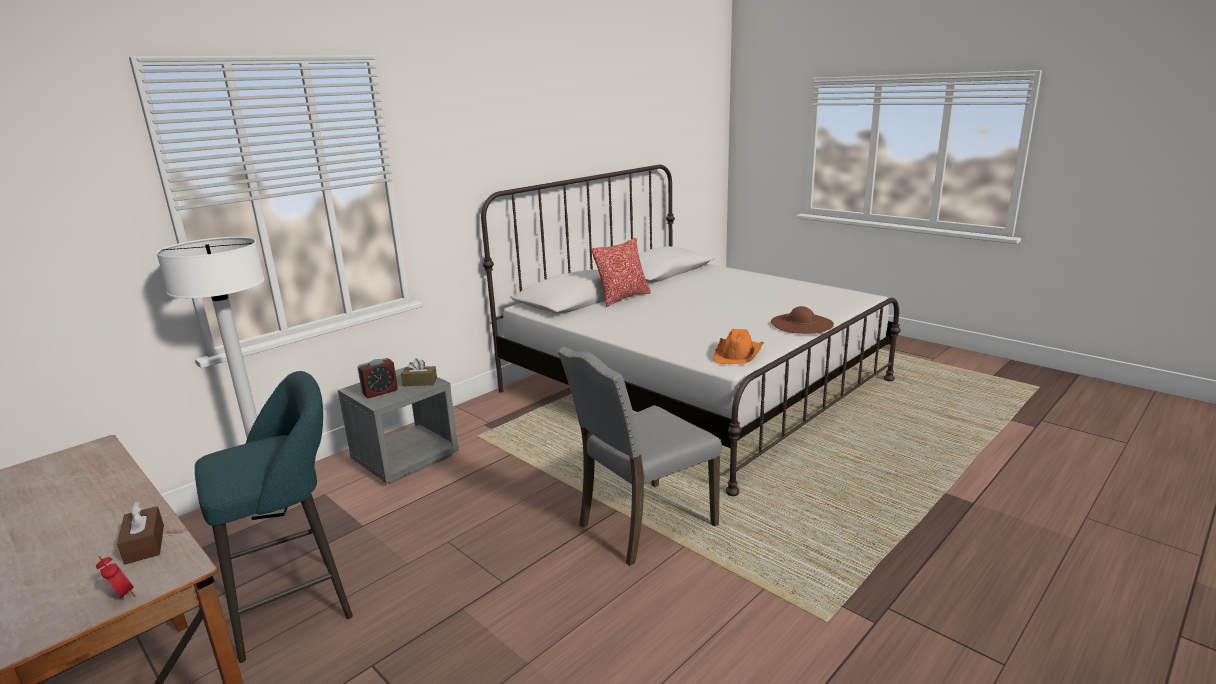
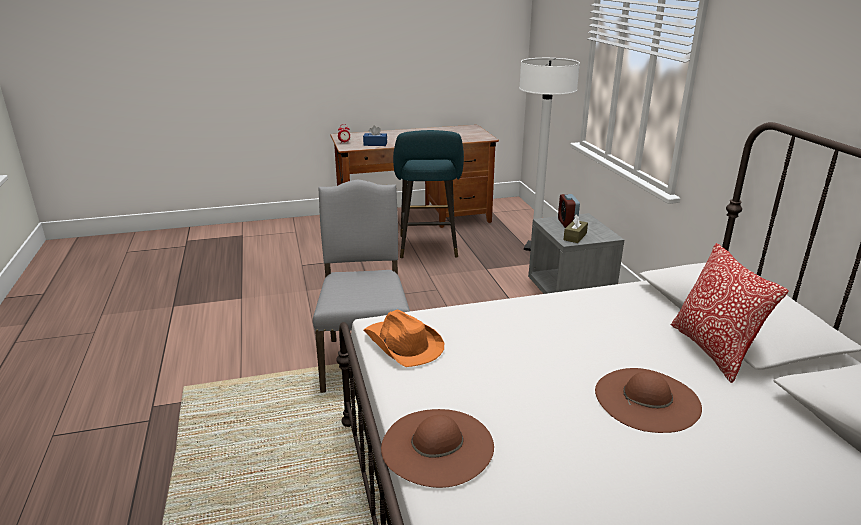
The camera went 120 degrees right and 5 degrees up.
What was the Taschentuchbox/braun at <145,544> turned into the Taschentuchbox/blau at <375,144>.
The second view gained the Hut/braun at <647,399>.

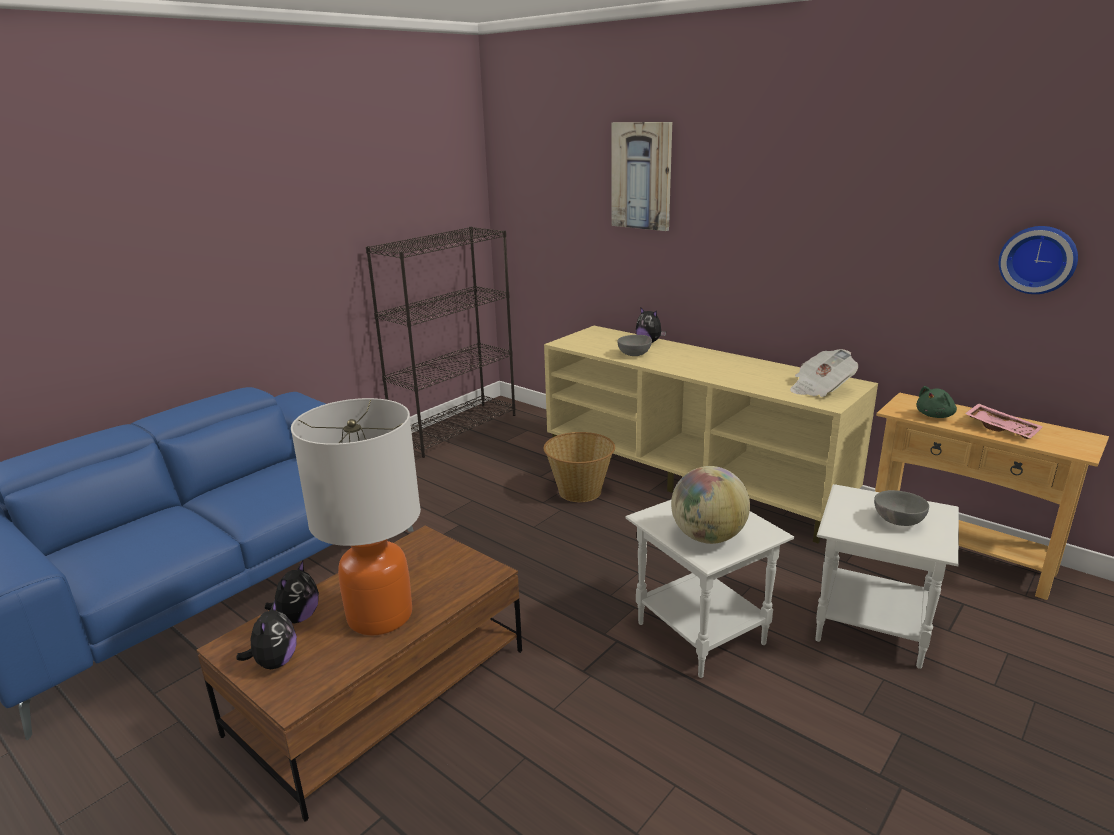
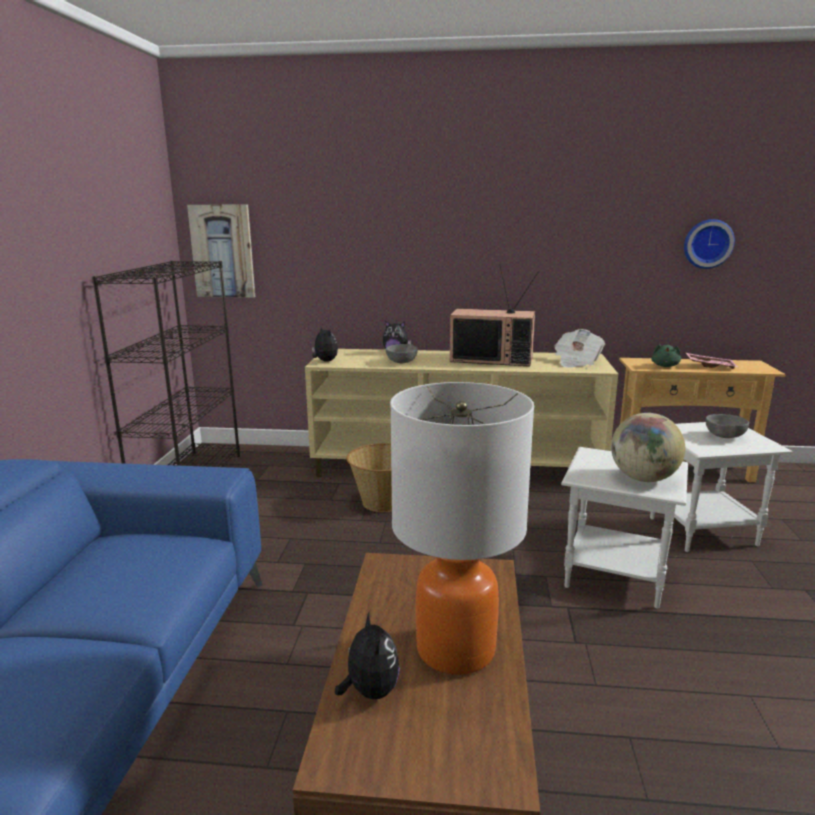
The camera went 35 degrees left and 5 degrees down.
The Bild ended up elsewhere, having gone from <642,176> to <223,251>.
The Plüschtier ended up elsewhere, having gone from <275,662> to <325,361>.
The second view gained the Fernseher at <493,359>.

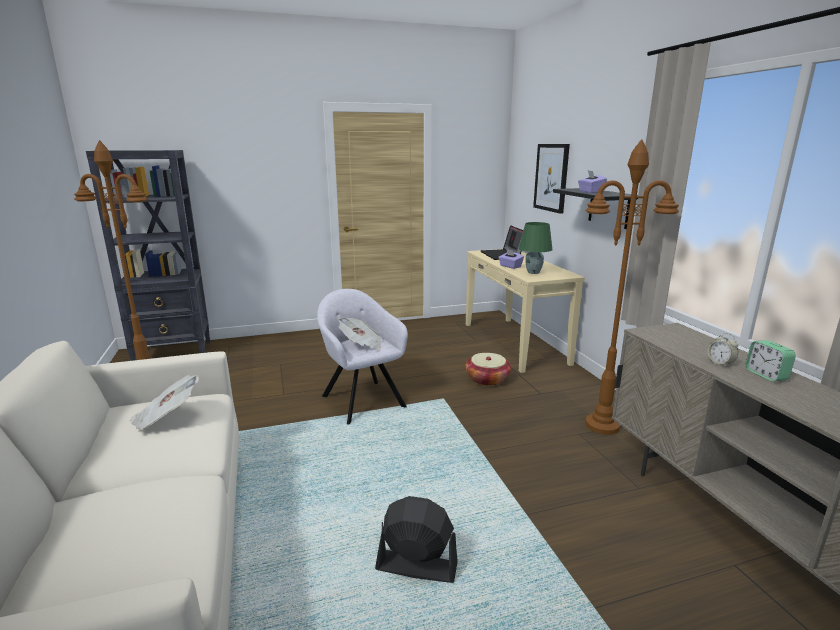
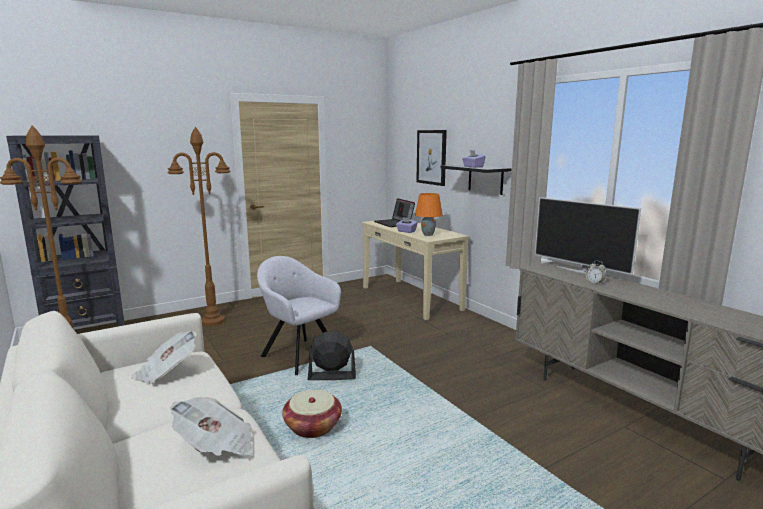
The camera went 15 degrees left and 5 degrees down.
The Stehlampe/braun ended up elsewhere, having gone from <602,425> to <213,321>.
What was the Tischlampe/grün at <533,272> turned into the Tischlampe/orange at <428,235>.
The Zeitung ended up elsewhere, having gone from <361,344> to <216,446>.
The second view lost the Wecker at <766,375>.
The Korb ended up elsewhere, having gone from <487,379> to <313,426>.
The Ventilator/schwarz ended up elsewhere, having gone from <416,566> to <331,376>.
The second view gained the Fernseher at <581,271>.

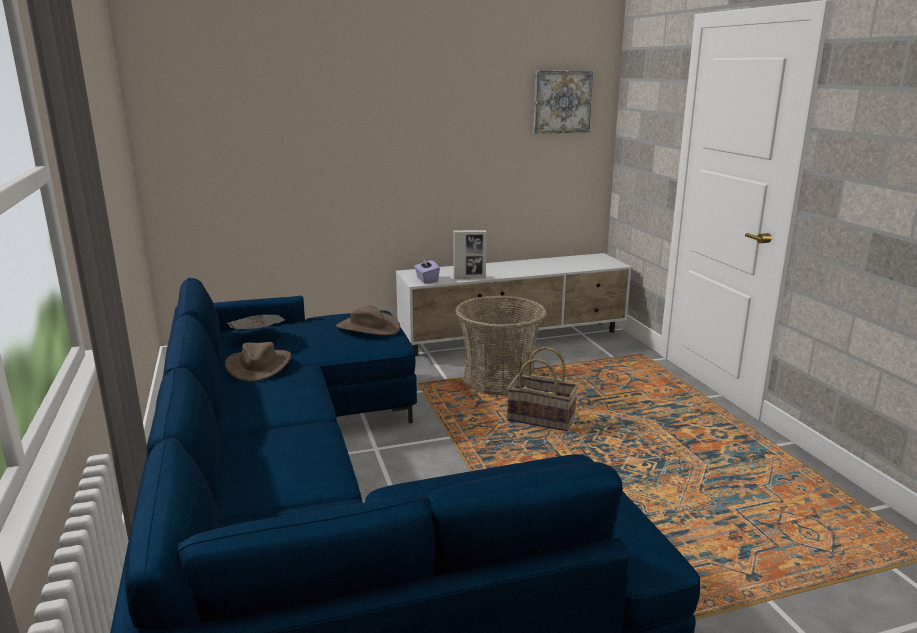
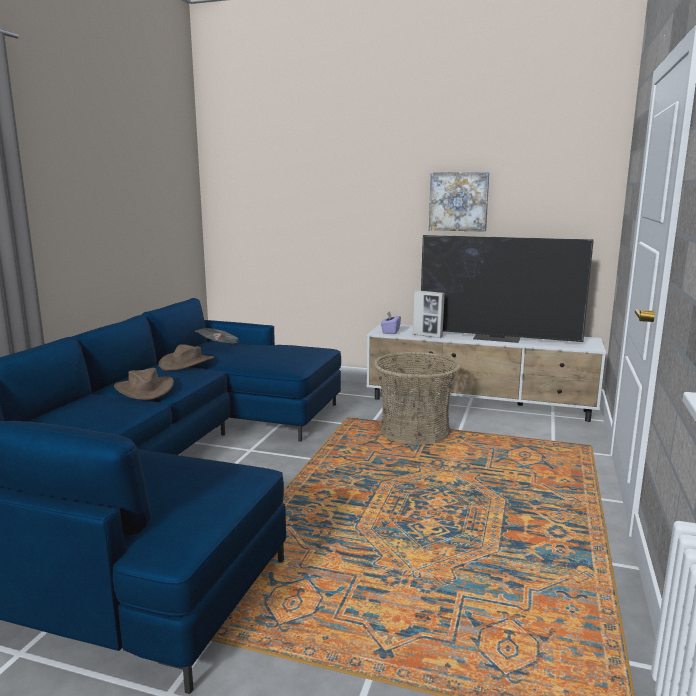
The camera went 35 degrees right and 5 degrees down.
The Bild ended up elsewhere, having gone from <561,102> to <458,201>.
The Hut/braun ended up elsewhere, having gone from <368,327> to <144,389>.
The second view lost the Korb at <541,419>.
The second view gained the Fernseher at <497,338>.

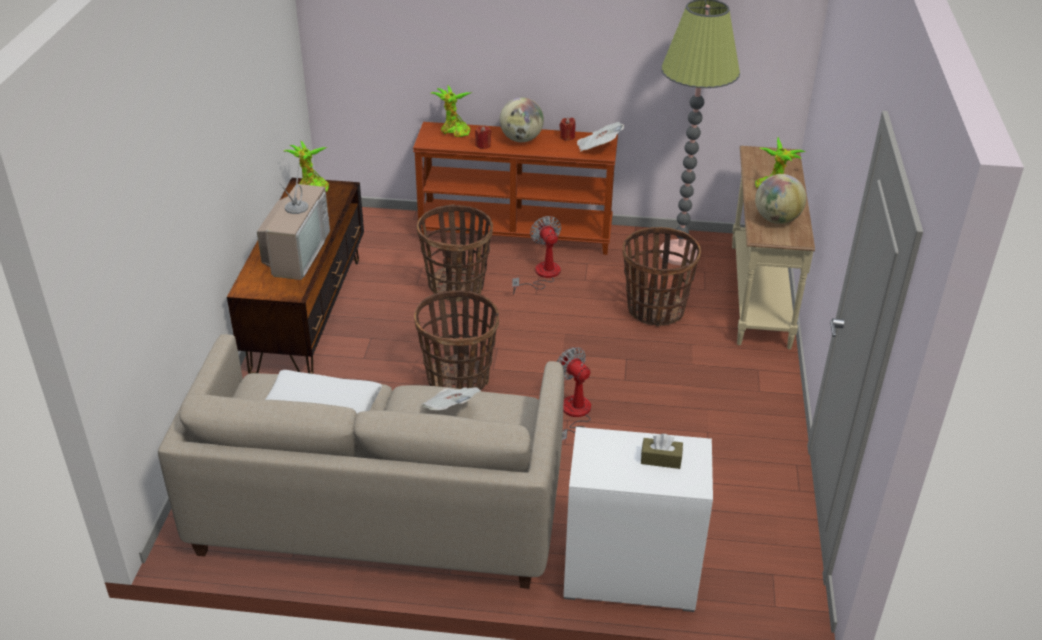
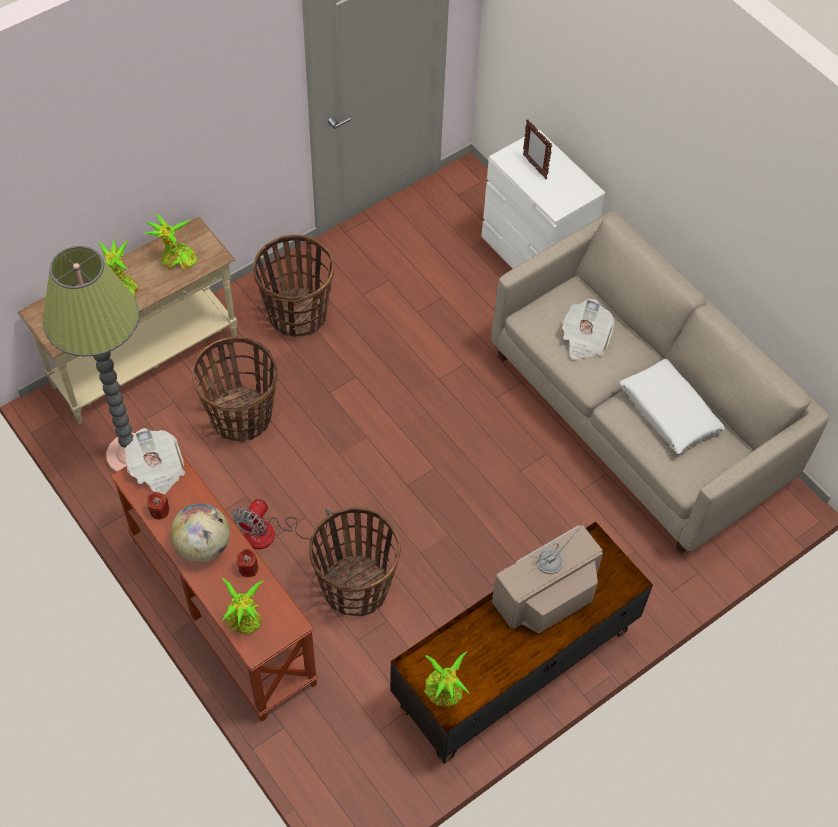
The camera went 135 degrees left and 20 degrees up.
Where the Globus stood at <776,219>, the Topfpflanze came to stand at <176,259>.
The Korb ended up elsewhere, having gone from <458,378> to <297,314>.
The second view lost the Ventilator at <573,414>.
Where the Taschentuchbox/braun stood at <661,459>, the Bilderrahmen came to stand at <534,167>.

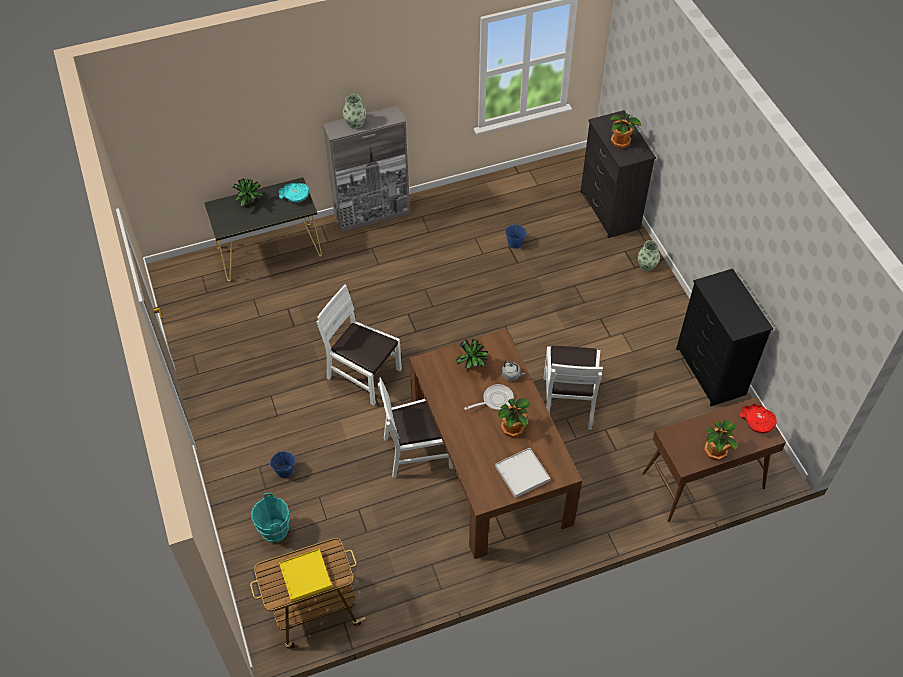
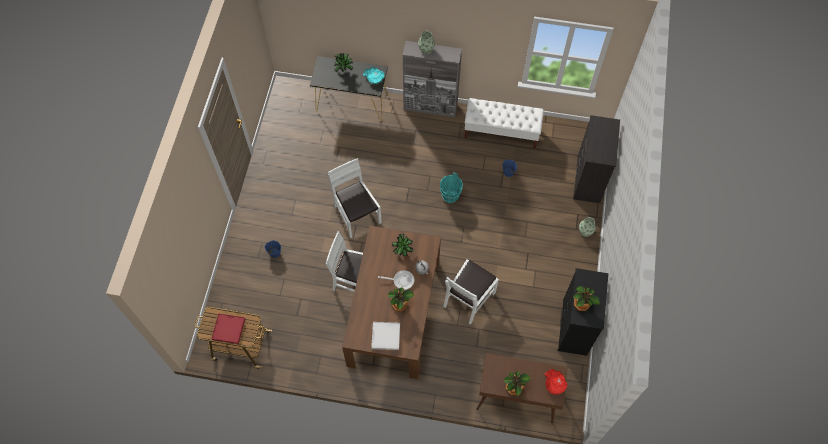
The camera went 30 degrees right and 10 degrees up.
The Topfpflanze ended up elsewhere, having gone from <621,142> to <581,304>.
The Eimer/türkis ended up elsewhere, having gone from <274,531> to <450,196>.
What was the Tablett/gelb at <305,576> turned into the Tablett/rot at <228,329>.
The second view gained the Bank/weiß at <501,132>.

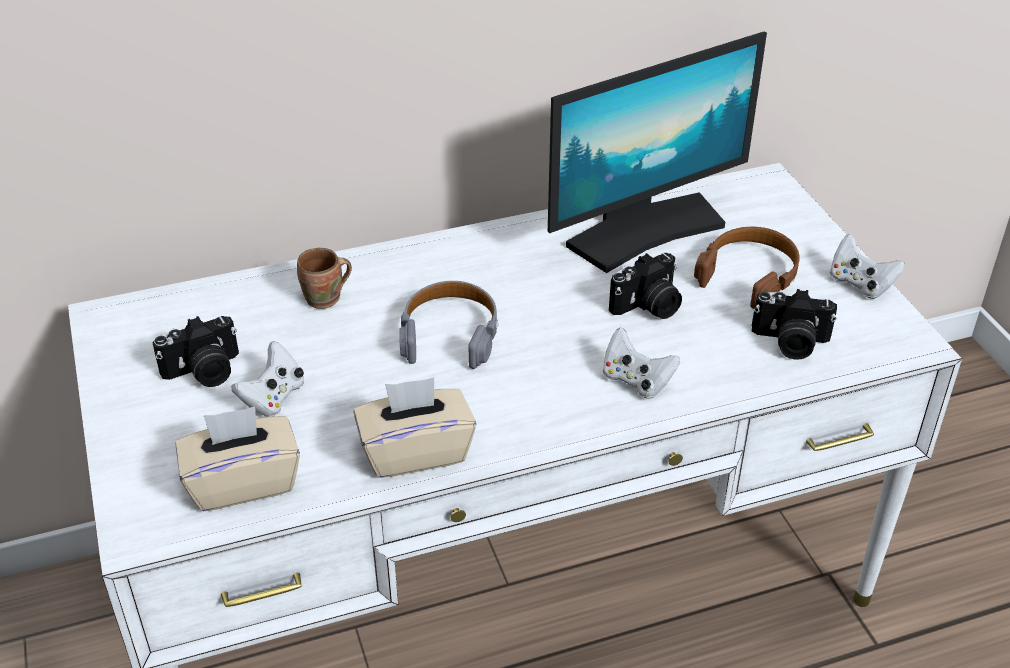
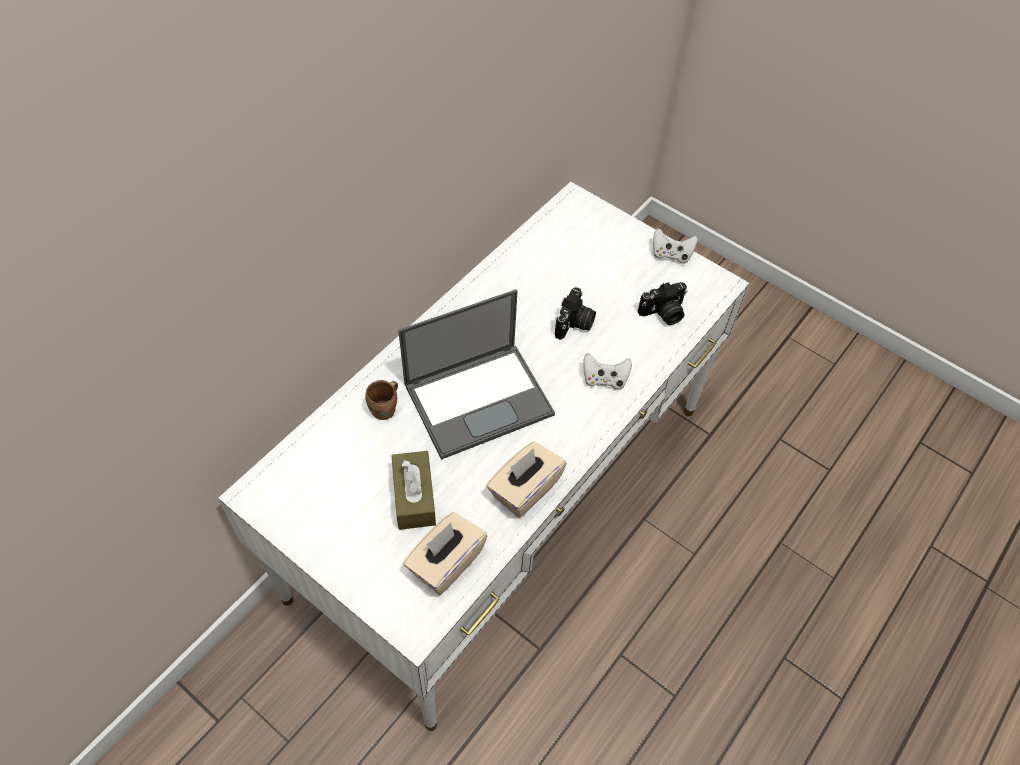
The camera went 35 degrees left and 15 degrees up.
The second view lost the Monitor at <645,231>.
The second view lost the Kopfhörer/braun at <749,275>.
Where the Kopfhörer/grau stood at <450,334>, the Laptop came to stand at <480,398>.
The second view lost the Kamera at <204,372>.
Where the Gamepad/weiß stood at <273,398>, the Taschentuchbox/braun came to stand at <414,496>.

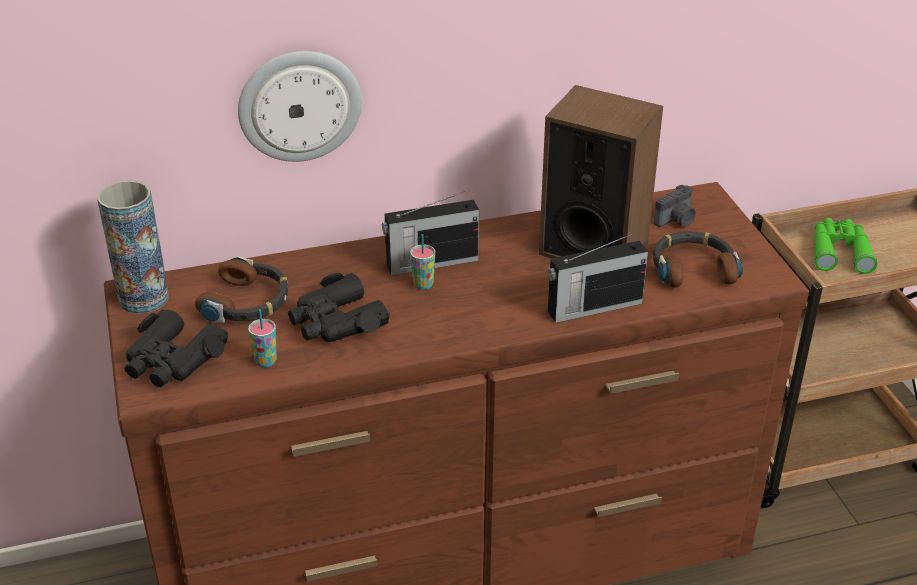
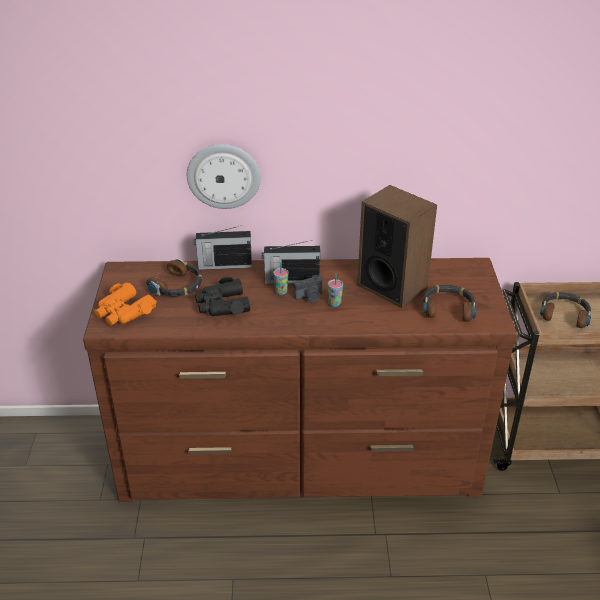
The camera went 15 degrees right and 0 degrees up.
The second view lost the Vase at <143,298>.
The Kamera ended up elsewhere, having gone from <676,220> to <309,297>.
Where the Fernglas/grün stood at <839,251>, the Kopfhörer came to stand at <565,314>.
The Radio ended up elsewhere, having gone from <593,307> to <224,265>.
The Tasse ended up elsewhere, having gone from <266,361> to <334,303>.
What was the Fernglas/schwarz at <172,360> turned into the Fernglas/orange at <124,312>.

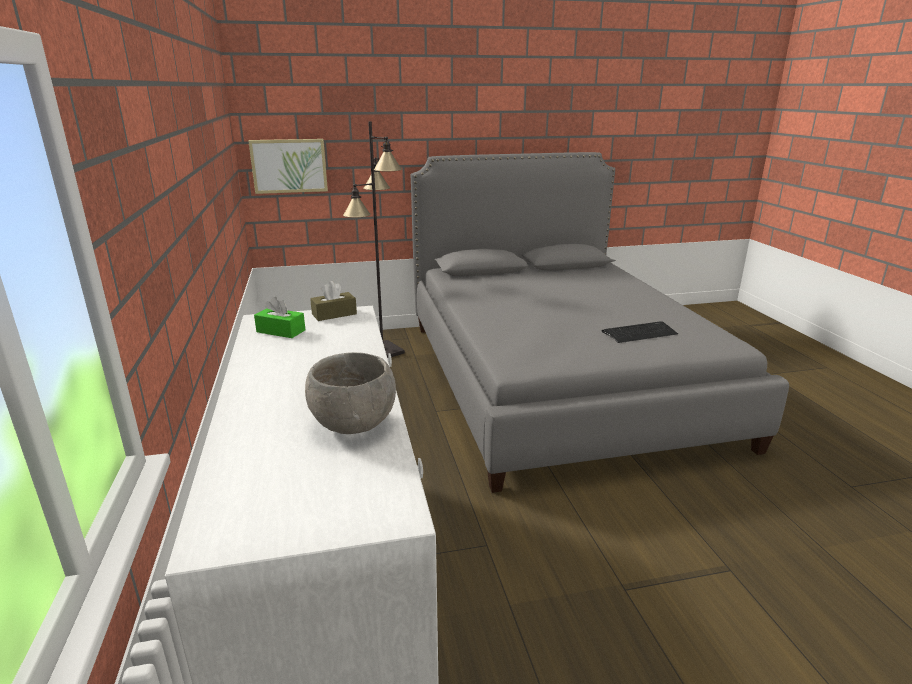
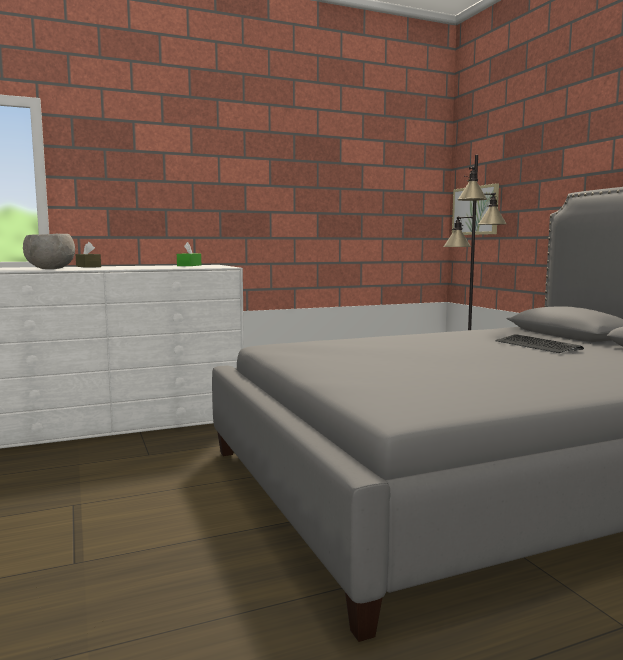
The camera went 80 degrees right and 15 degrees down.
The Taschentuchbox/braun ended up elsewhere, having gone from <334,314> to <88,267>.
The Tastatur ended up elsewhere, having gone from <639,333> to <537,345>.

